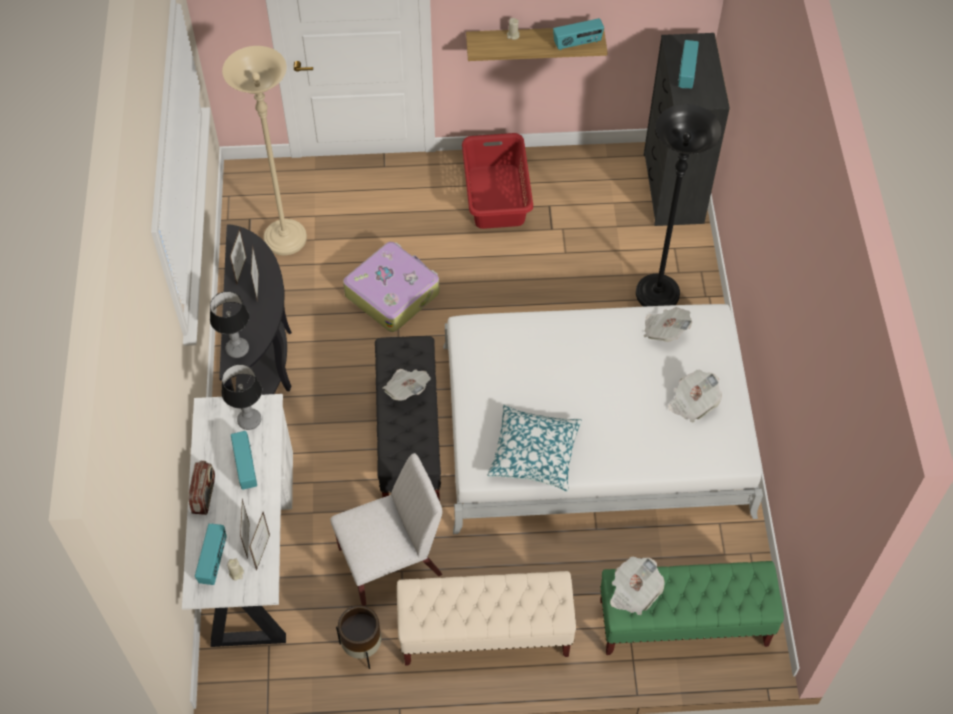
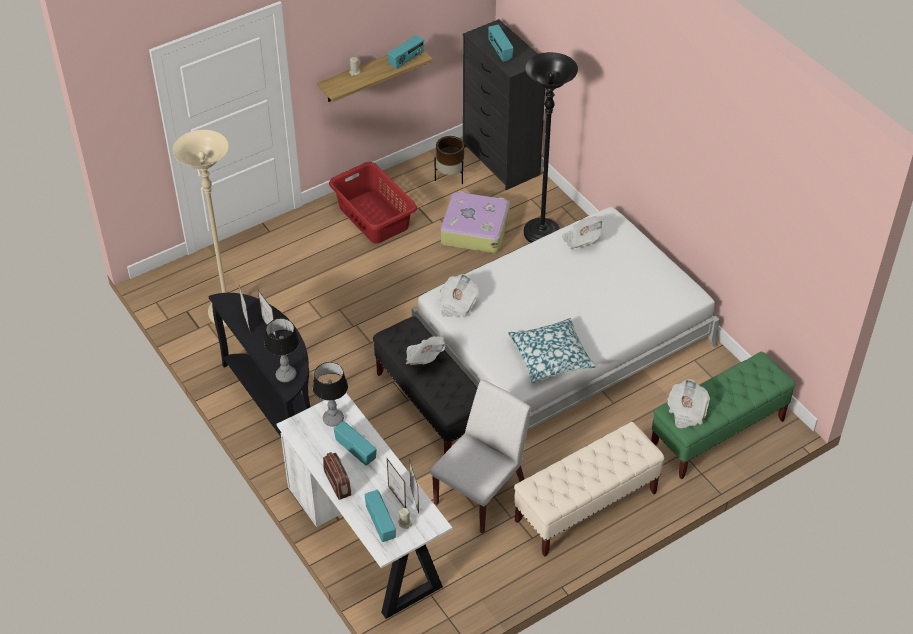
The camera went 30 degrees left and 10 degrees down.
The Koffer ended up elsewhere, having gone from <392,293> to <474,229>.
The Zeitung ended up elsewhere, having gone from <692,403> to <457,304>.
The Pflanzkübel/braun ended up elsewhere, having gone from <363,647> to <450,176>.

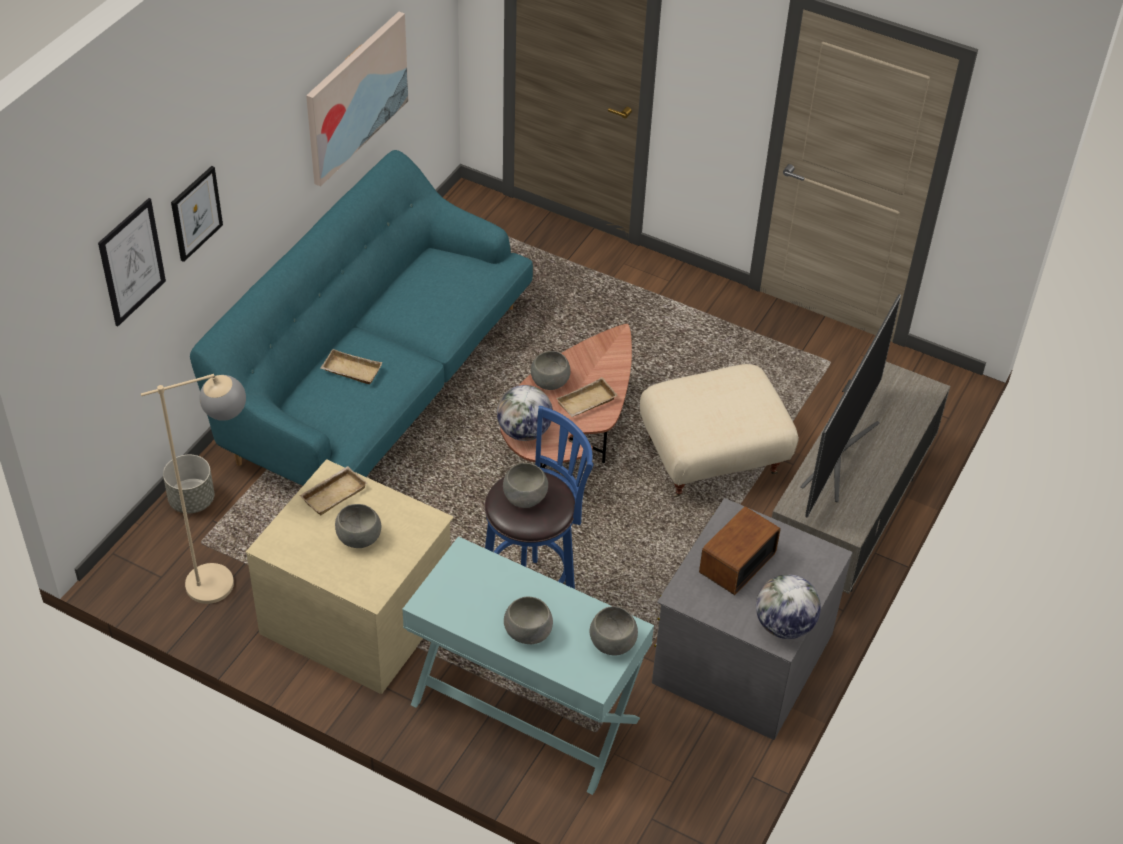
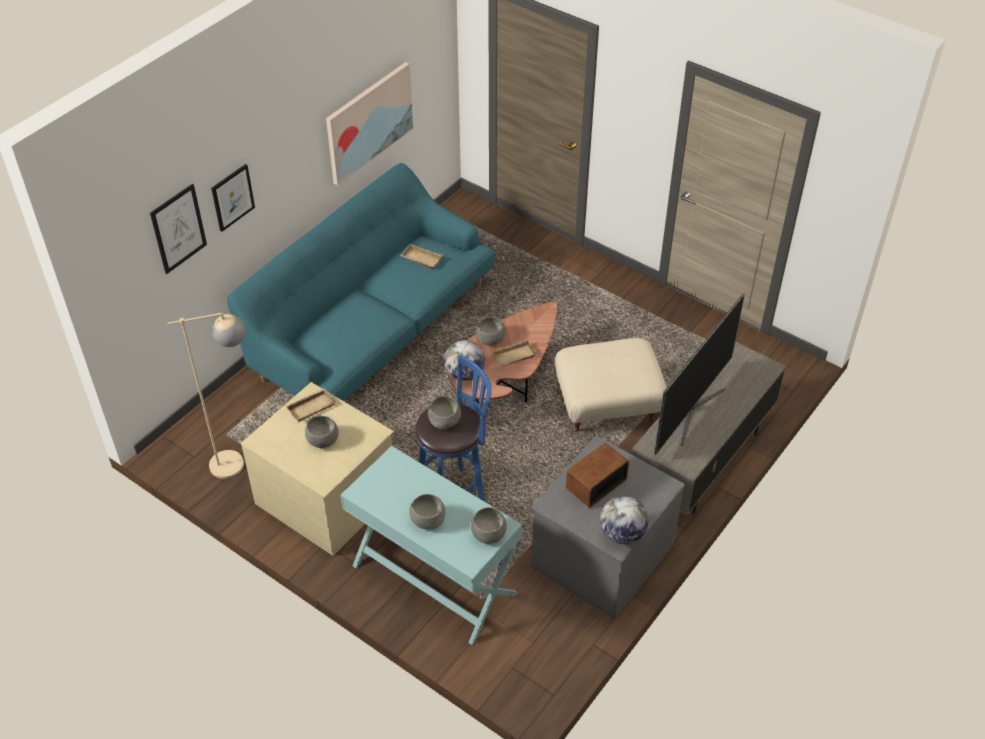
The camera went 10 degrees right and 0 degrees up.
The Tablett/beige ended up elsewhere, having gone from <350,371> to <420,259>.
The second view lost the Pflanzkübel/grau at <192,500>.

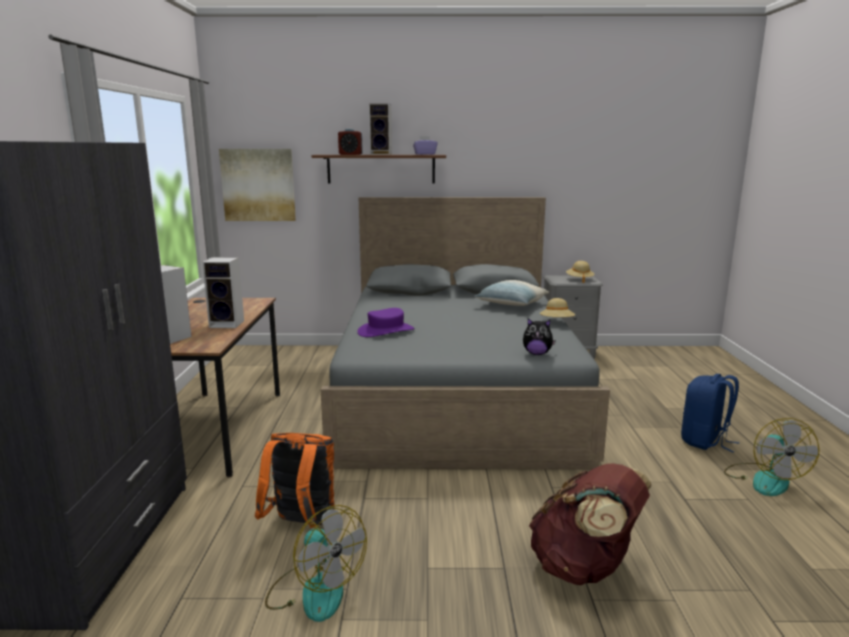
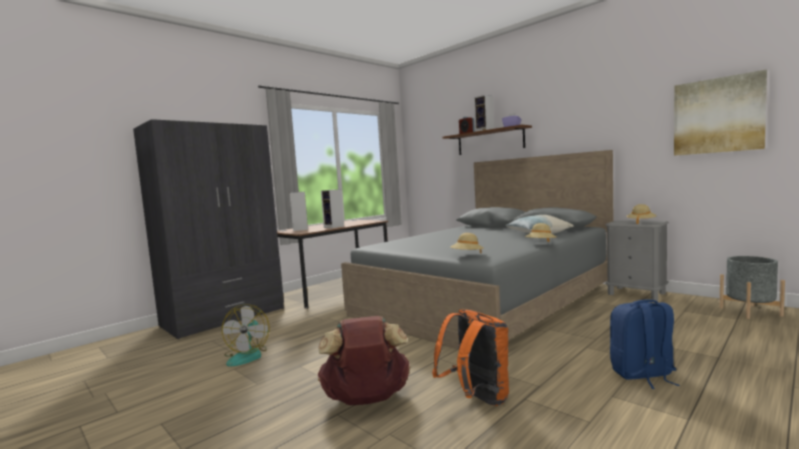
The camera went 45 degrees right and 10 degrees down.
The Bild ended up elsewhere, having gone from <258,185> to <717,115>.
The second view lost the Hut/lila at <386,331>.
Where the Plüschtier stood at <537,353>, the Hut/beige came to stand at <467,255>.
The second view lost the Ventilator at <764,479>.
The Rucksack/orange ended up elsewhere, having gone from <301,524> to <476,399>.
The second view gained the Pflanzkübel/grau at <750,311>.

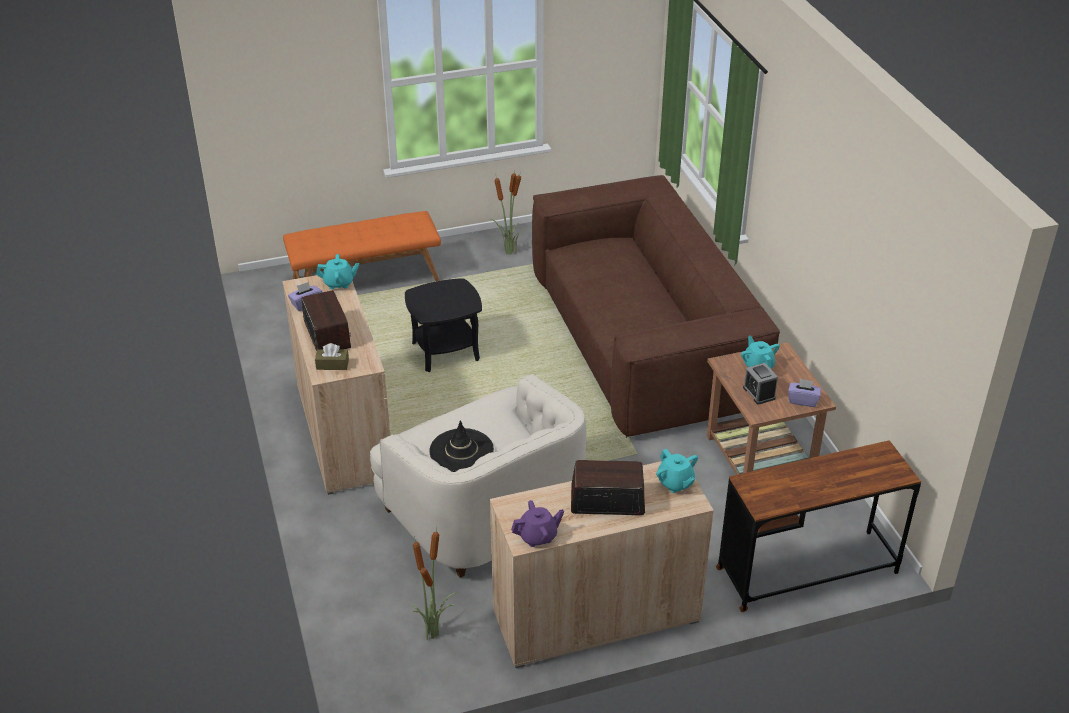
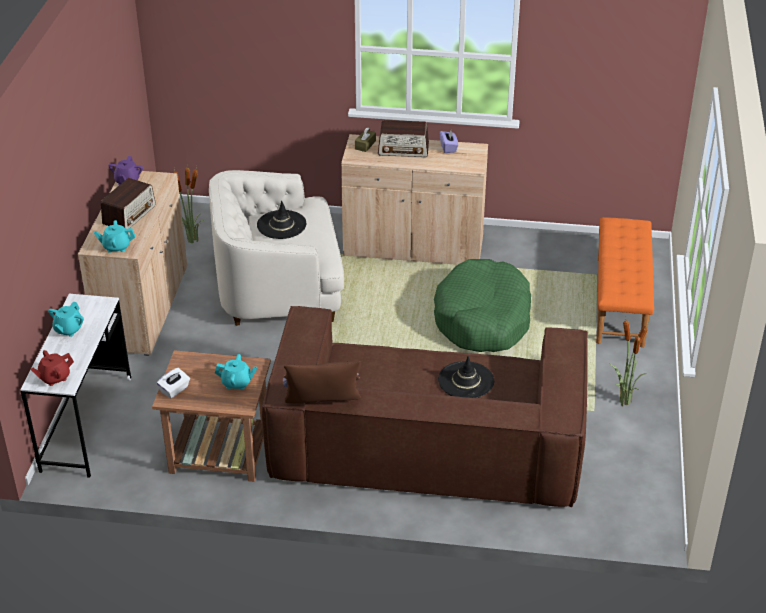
The camera went 115 degrees right and 0 degrees up.
The Teekanne/türkis ended up elsewhere, having gone from <339,283> to <68,329>.
Where the Beistelltisch/schwarz stood at <445,351>, the Hundebett/grün came to stand at <483,319>.
The second view lost the Wecker at <759,393>.
What was the Taschentuchbox/lila at <803,400> turned into the Taschentuchbox/weiß at <174,390>.
What was the Schreibtisch/braun at <807,571> turned into the Schreibtisch/weiß at <86,423>.
The second view gained the Teekanne/rot at <54,377>.
The second view gained the Hut/schwarz at <466,380>.
The second view gained the Kissen/braun at <323,408>.

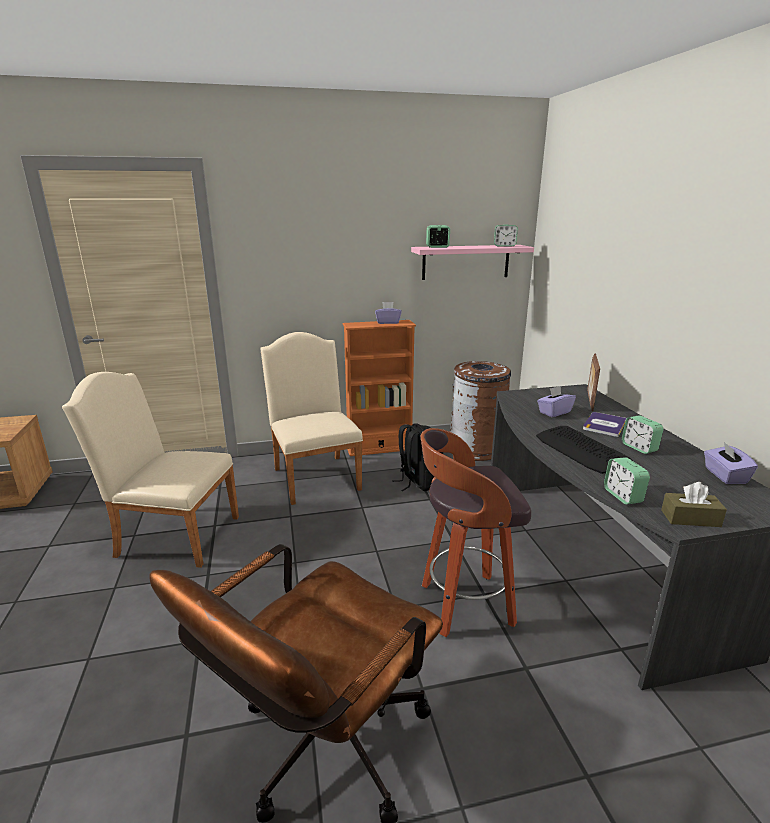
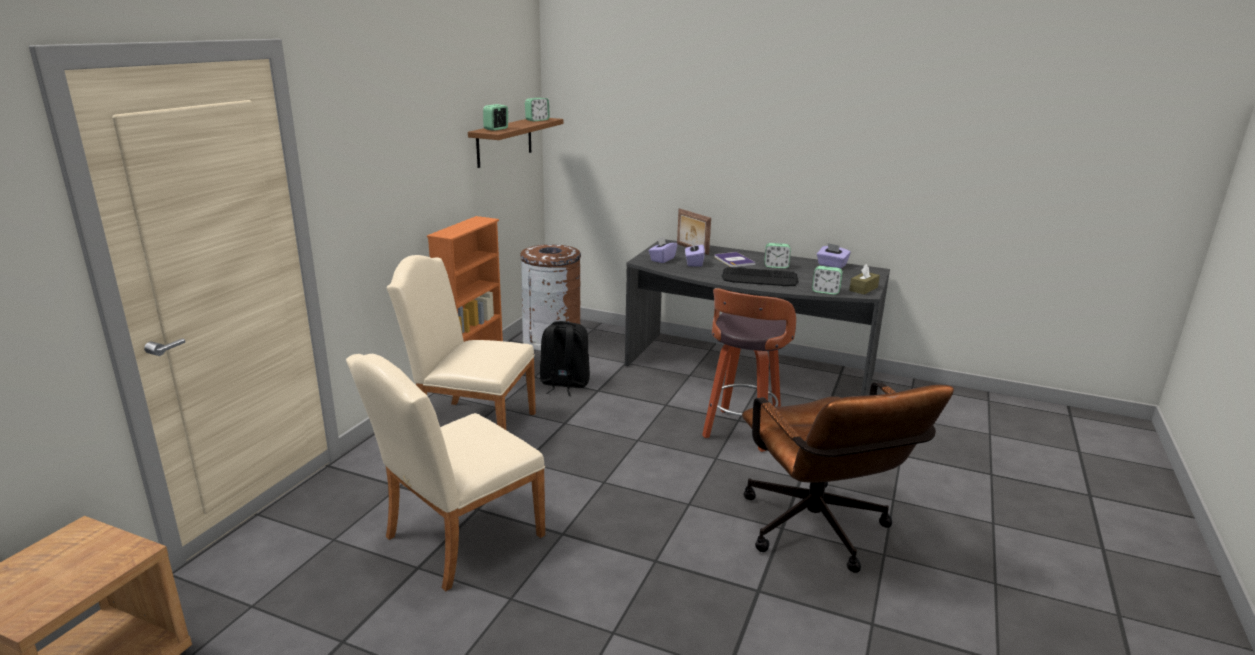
The camera went 55 degrees left and 0 degrees up.
What was the Wandregal/rosa at <466,262> turned into the Wandregal/braun at <504,141>.
The Taschentuchbox/lila ended up elsewhere, having gone from <387,322> to <662,259>.

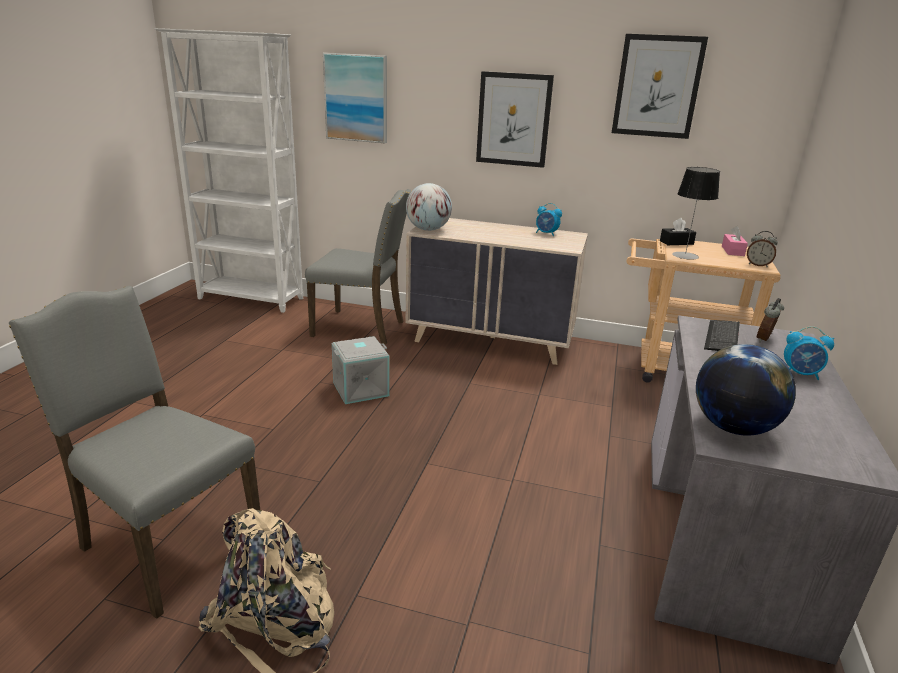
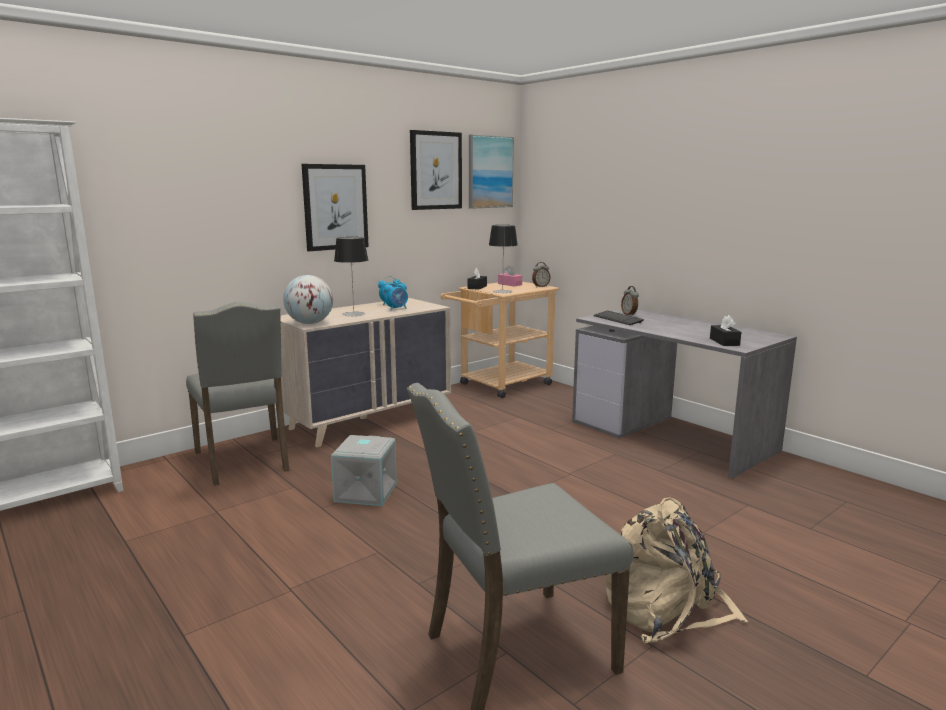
The camera went 55 degrees left and 10 degrees down.
The Bild ended up elsewhere, having gone from <356,98> to <490,172>.
The Stuhl/grau at <361,328> ended up facing another way, 105 degrees clockwise from before.
The Wecker ended up elsewhere, having gone from <800,374> to <397,309>.
Where the Globus stood at <733,428>, the Taschentuchbox/schwarz came to stand at <724,342>.
The second view gained the Tischlampe at <353,314>.

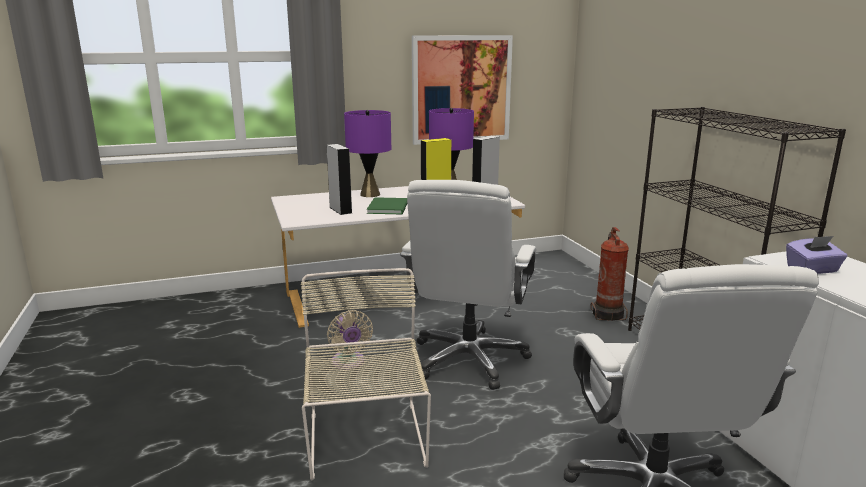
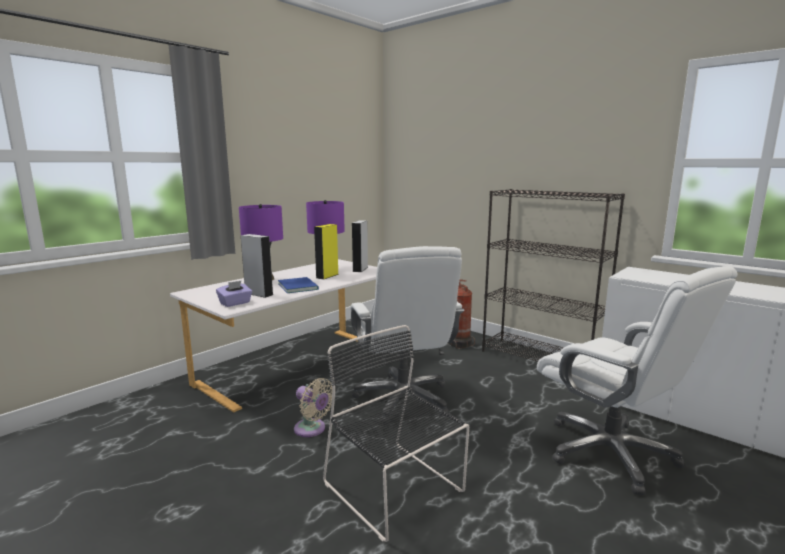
The camera went 30 degrees left and 5 degrees down.
The second view lost the Bild at <461,89>.
What was the Buch/grün at <389,207> turned into the Buch/blau at <298,286>.
The Taschentuchbox/lila ended up elsewhere, having gone from <812,270> to <235,303>.
What was the Stuhl/beige at <366,442> turned into the Stuhl/schwarz at <395,490>.

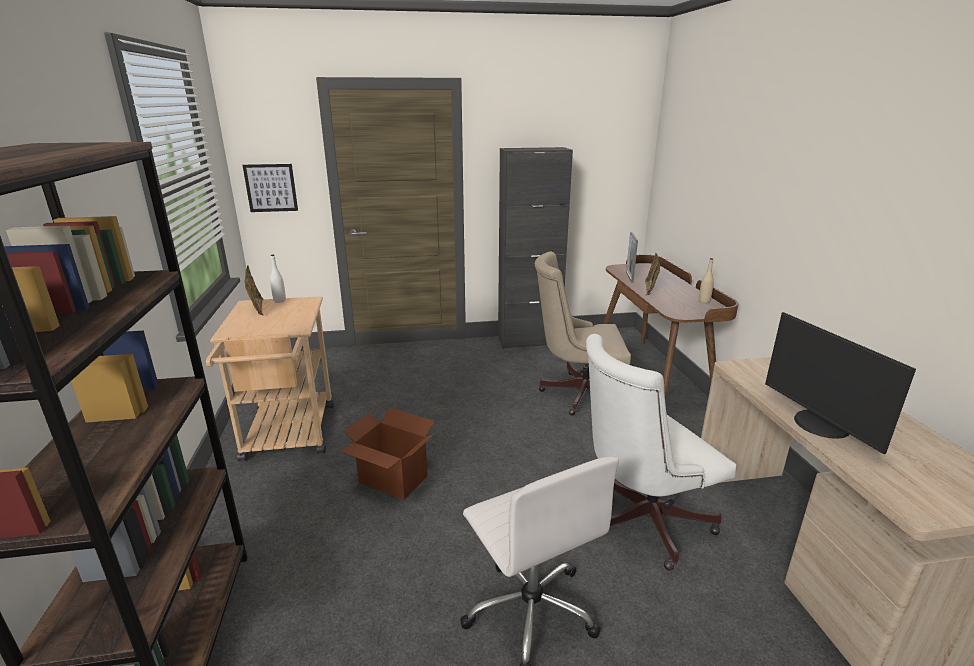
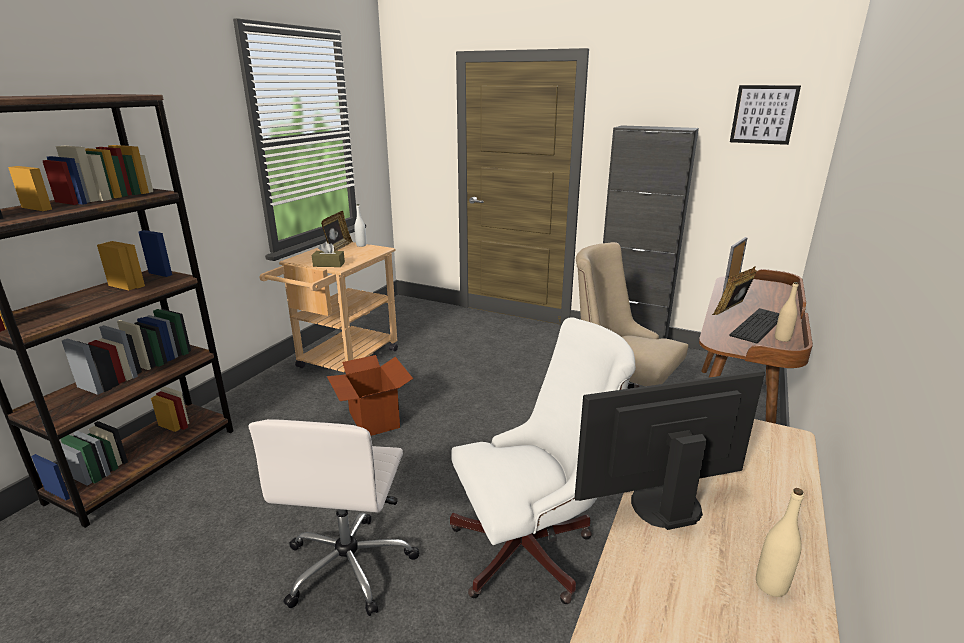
The camera went 35 degrees right and 0 degrees up.
The Bild ended up elsewhere, having gone from <271,188> to <763,114>.
The Monitor at <819,425> ended up facing another way, 60 degrees clockwise from before.
The Bürostuhl/weiß at <639,521> ended up facing another way, 150 degrees clockwise from before.
The second view gained the Taschentuchbox/braun at <329,264>.
The second view gained the Tastatur at <758,325>.
The second view gained the Flasche/beige at <771,585>.

